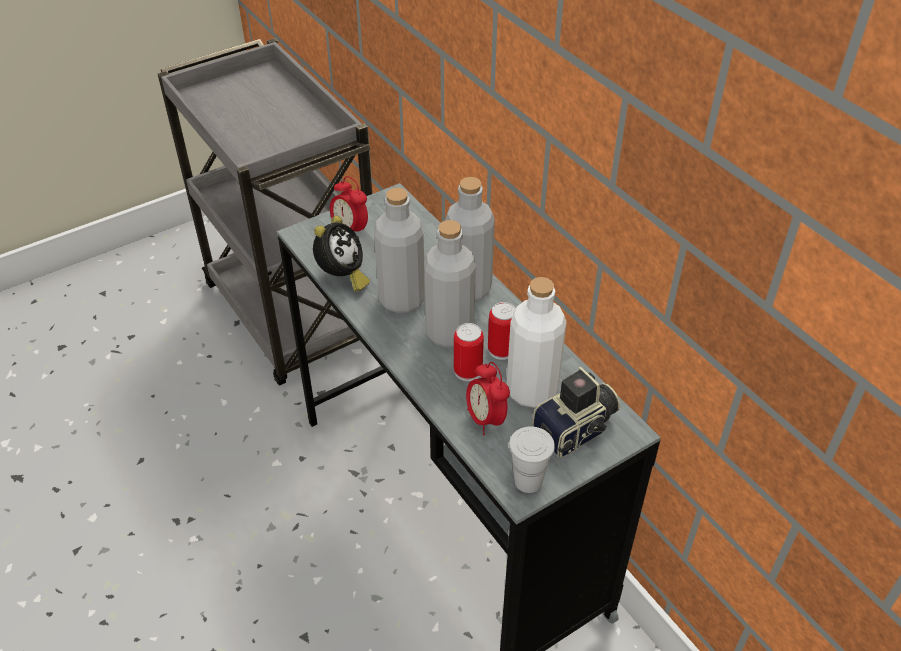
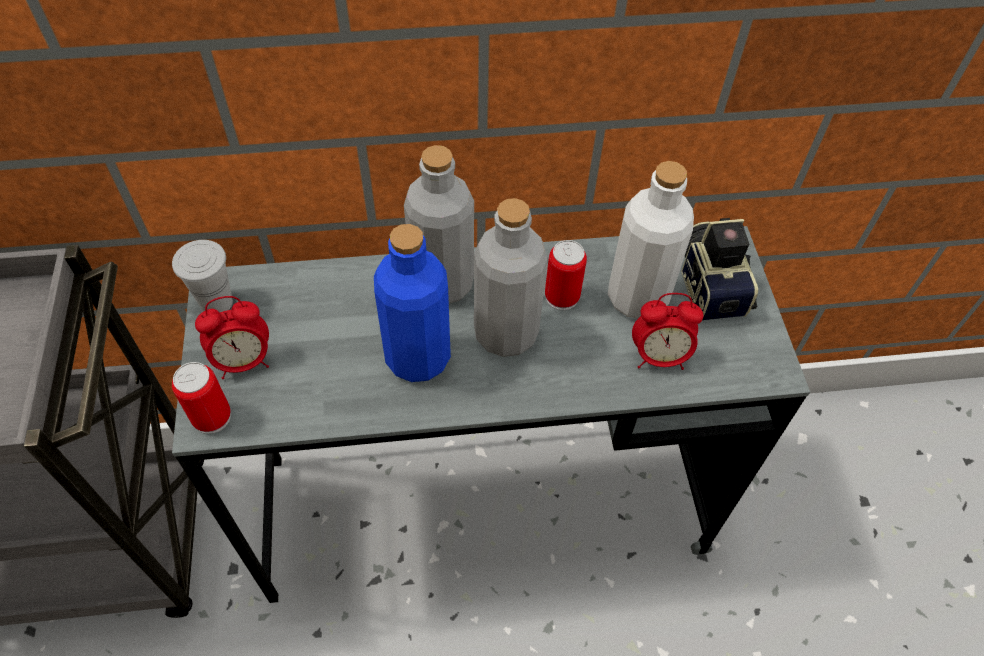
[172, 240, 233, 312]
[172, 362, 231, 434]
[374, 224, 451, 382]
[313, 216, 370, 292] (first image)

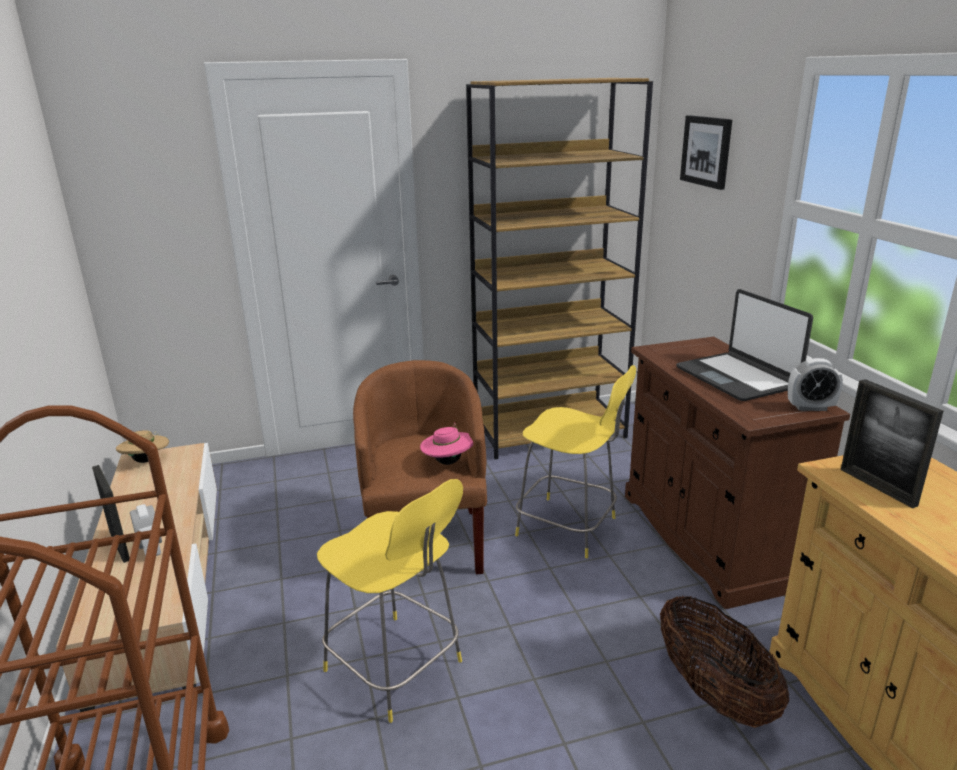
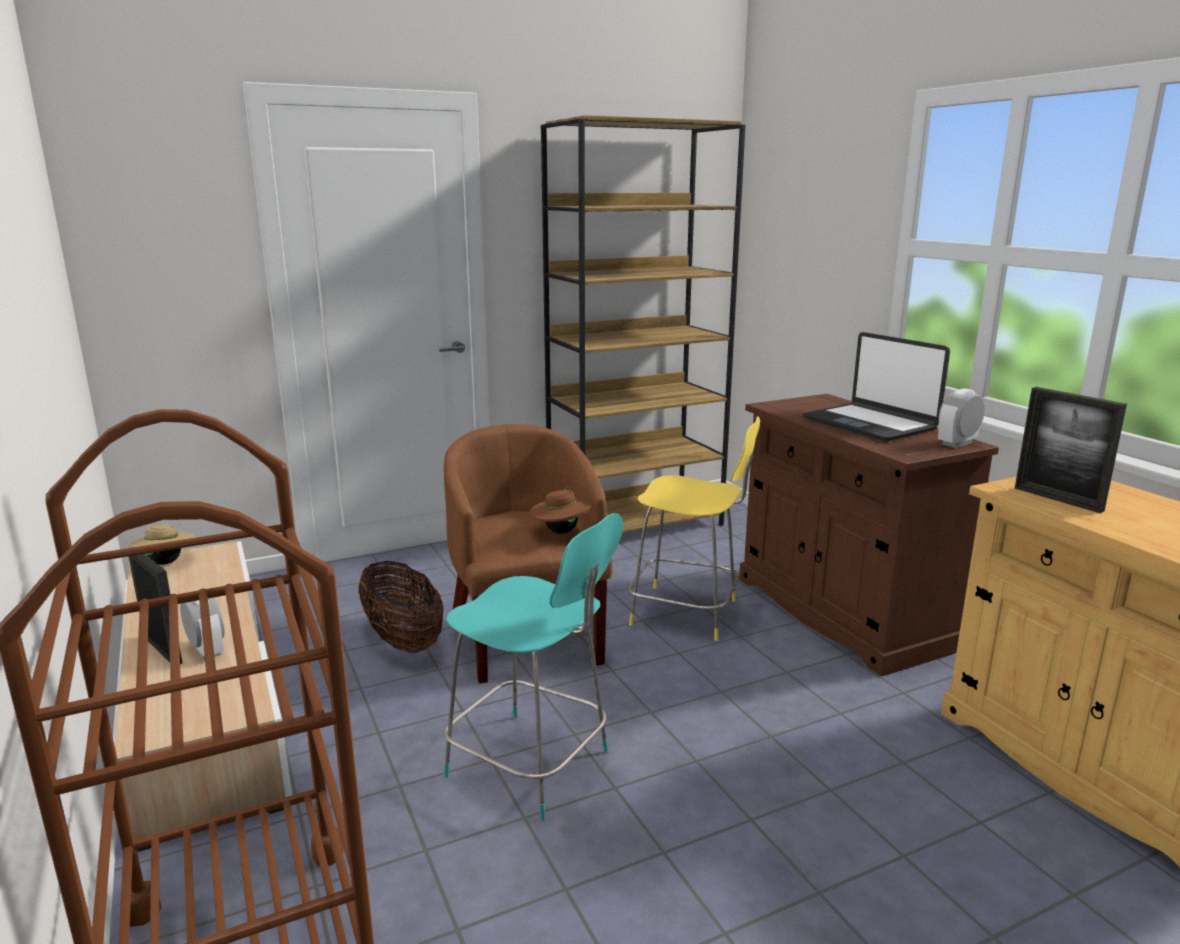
[358, 561, 443, 653]
[444, 513, 623, 821]
[530, 485, 593, 534]
[938, 388, 985, 448]
[680, 115, 732, 190] (first image)

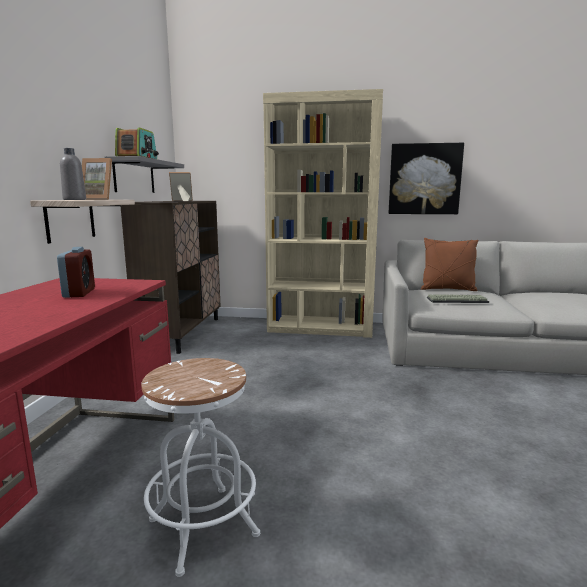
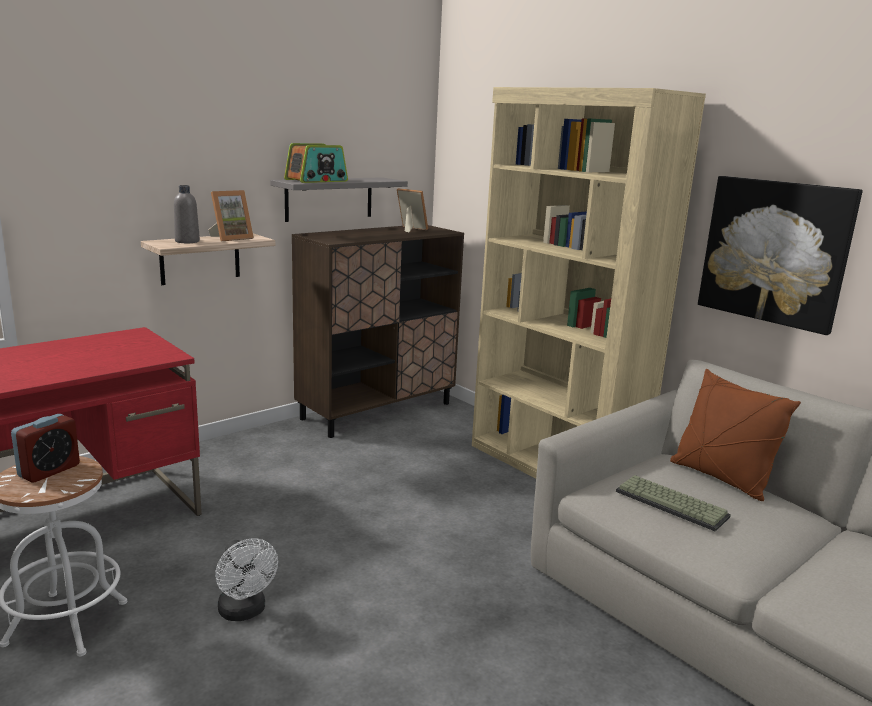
[11, 414, 80, 482]
[208, 190, 254, 241]
[215, 539, 278, 621]

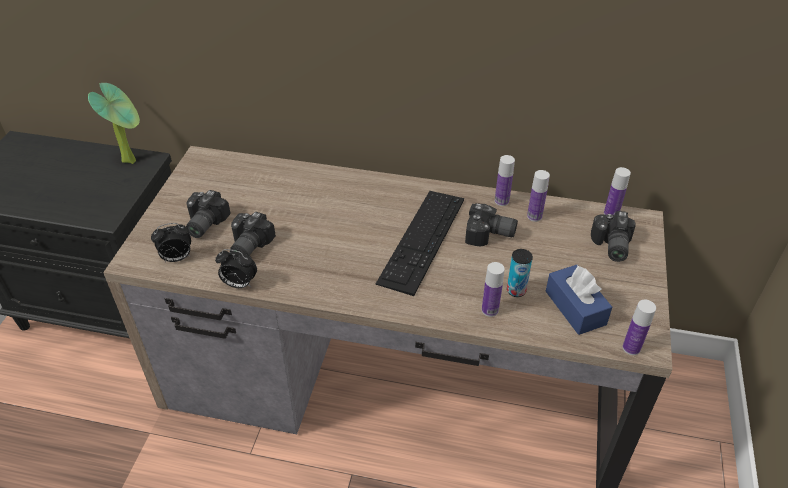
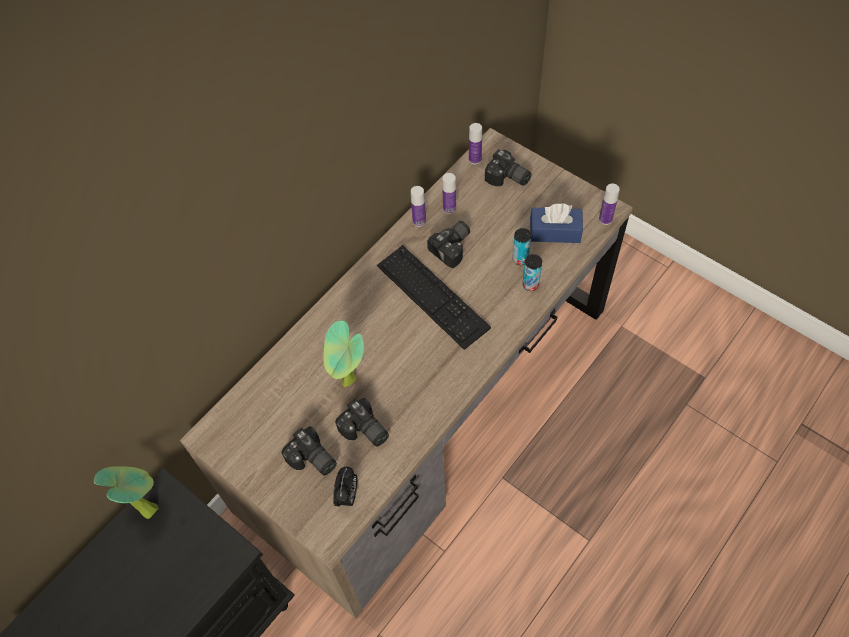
[323, 320, 364, 387]
[523, 254, 542, 291]
[215, 249, 257, 288] (first image)

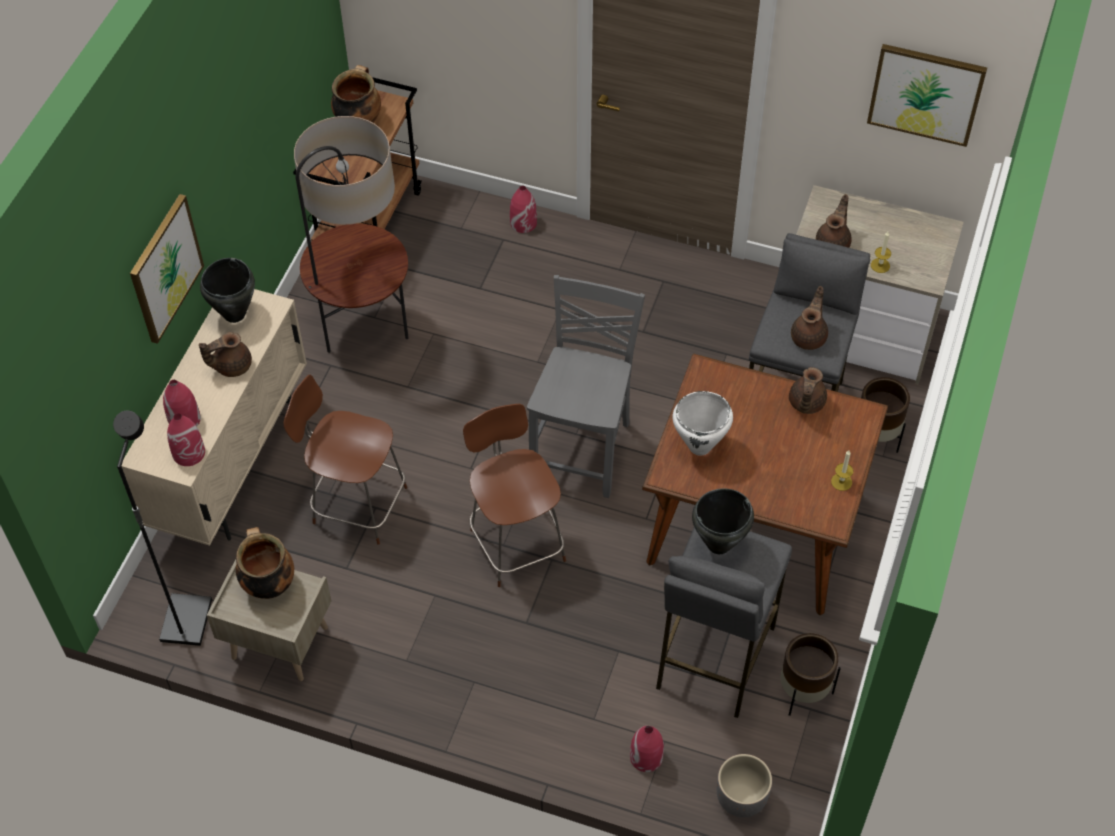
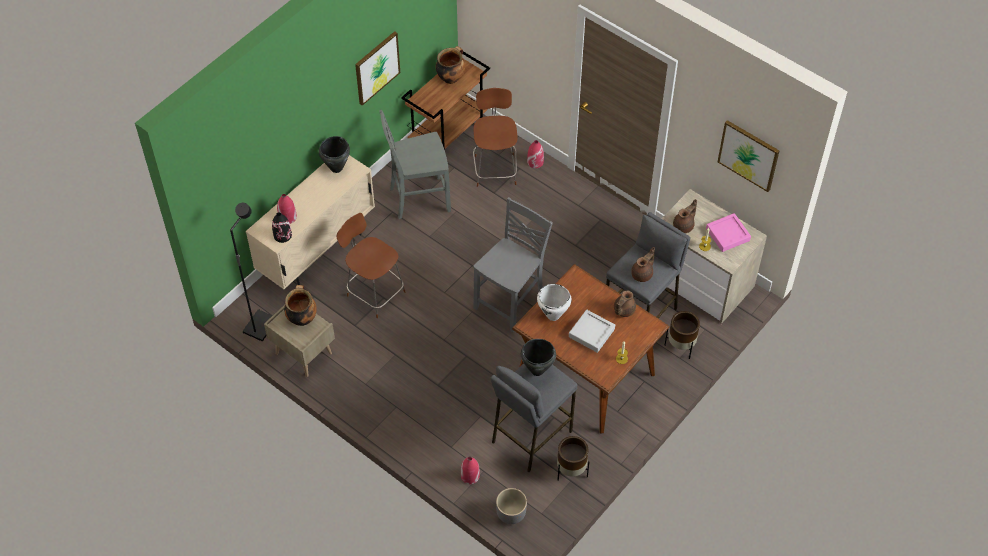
[272, 212, 292, 243]
[355, 31, 400, 106]
[379, 110, 451, 219]
[473, 88, 518, 187]
[569, 309, 615, 353]
[706, 213, 751, 252]
[199, 332, 252, 377] (first image)

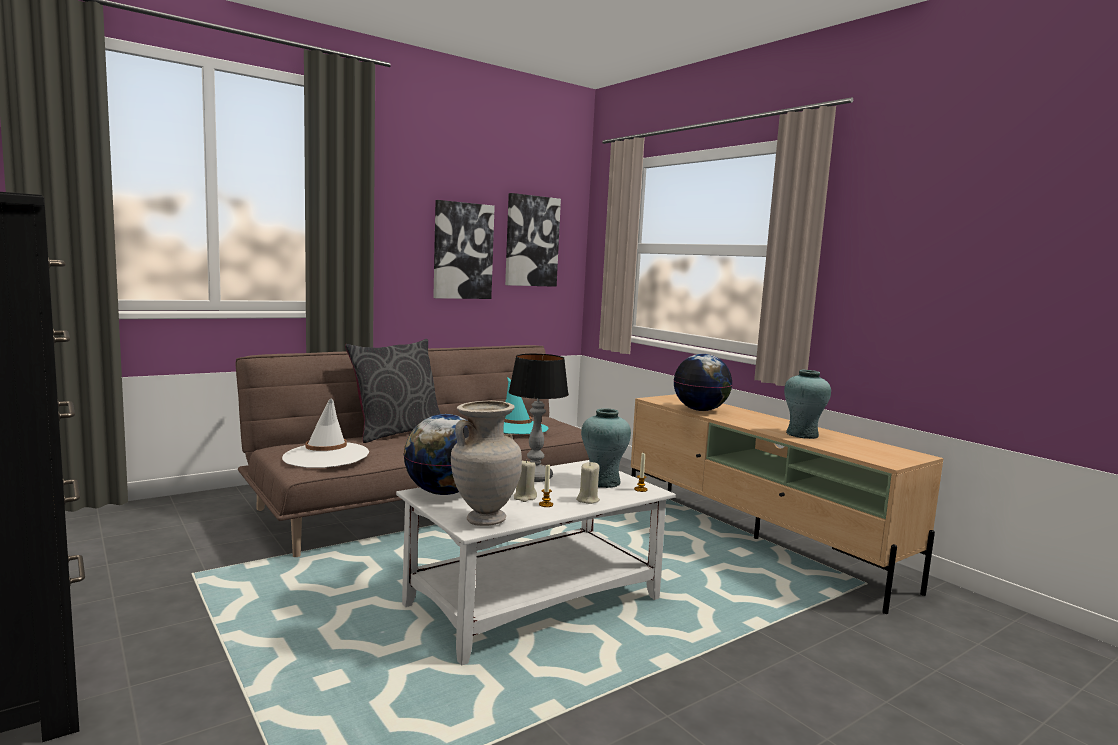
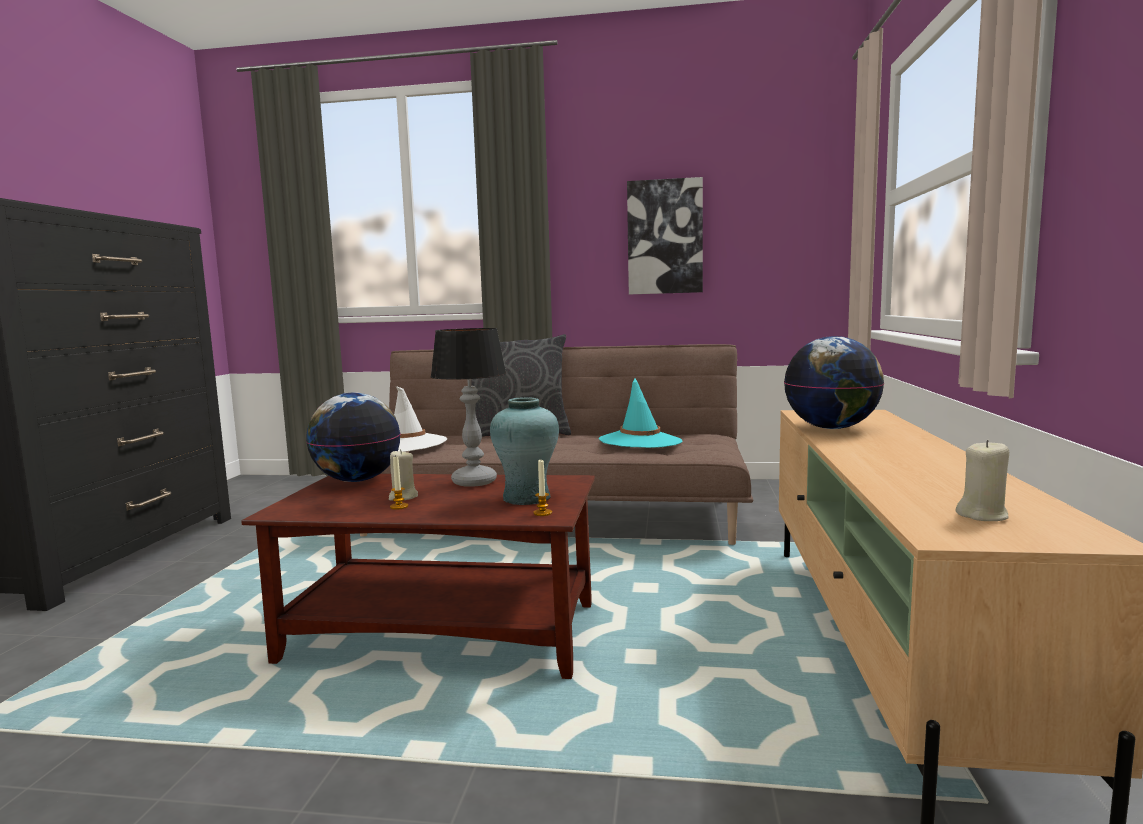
[241, 474, 595, 679]
[955, 440, 1009, 521]
[451, 401, 522, 526] (first image)
[505, 193, 561, 287] (first image)
[784, 370, 831, 439] (first image)

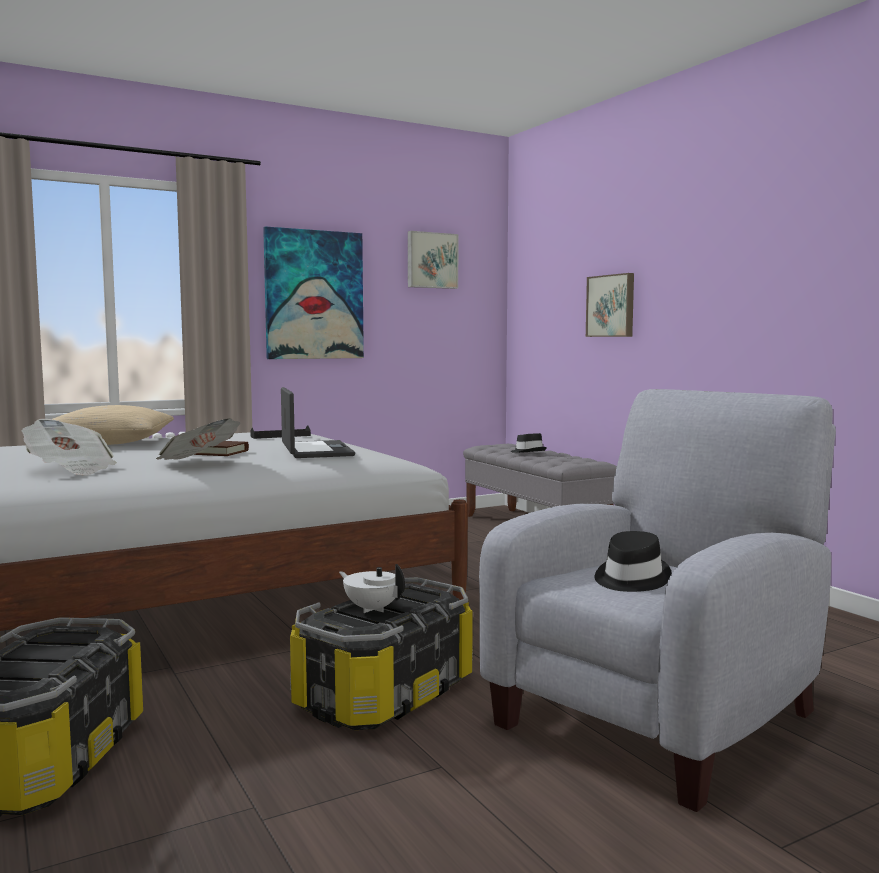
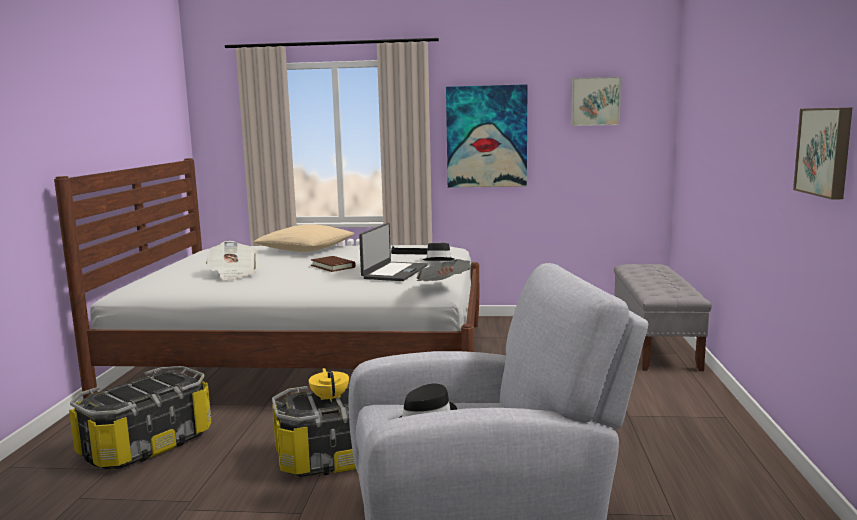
[309, 368, 349, 402]
[416, 259, 470, 281]
[422, 243, 455, 261]
[793, 108, 852, 199]

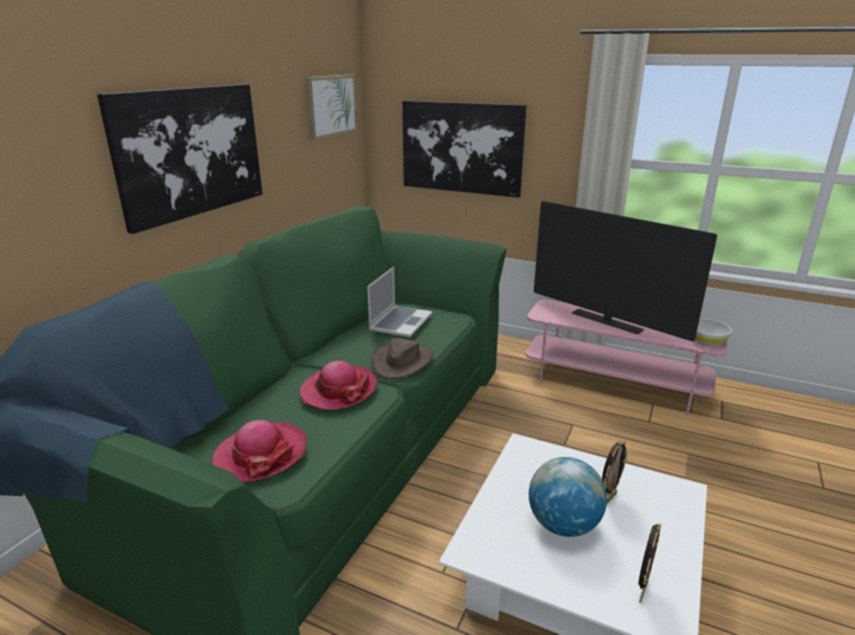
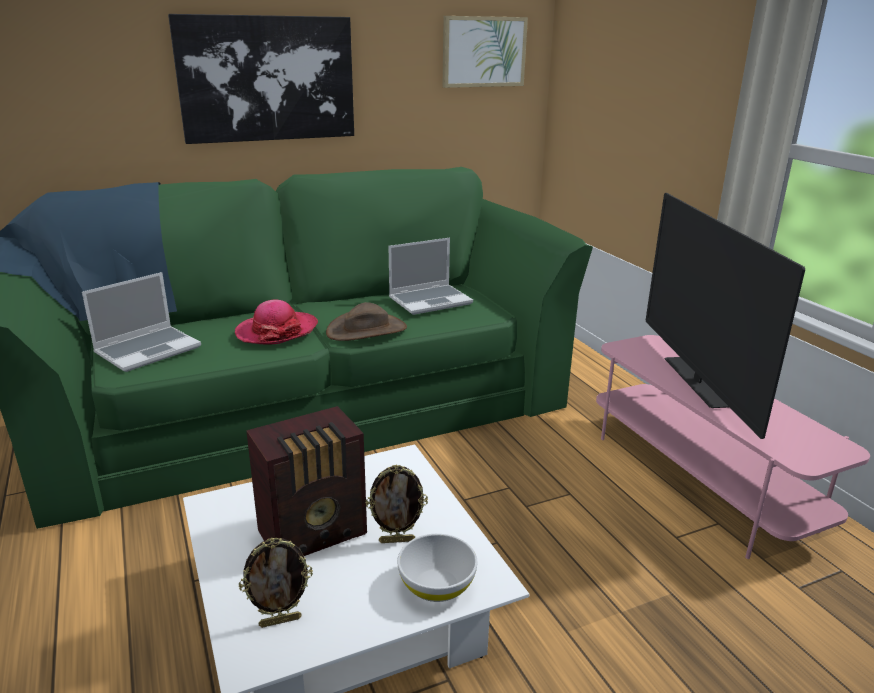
[82, 272, 201, 372]
[246, 406, 367, 556]
[397, 534, 477, 602]
[402, 101, 526, 198] (first image)

